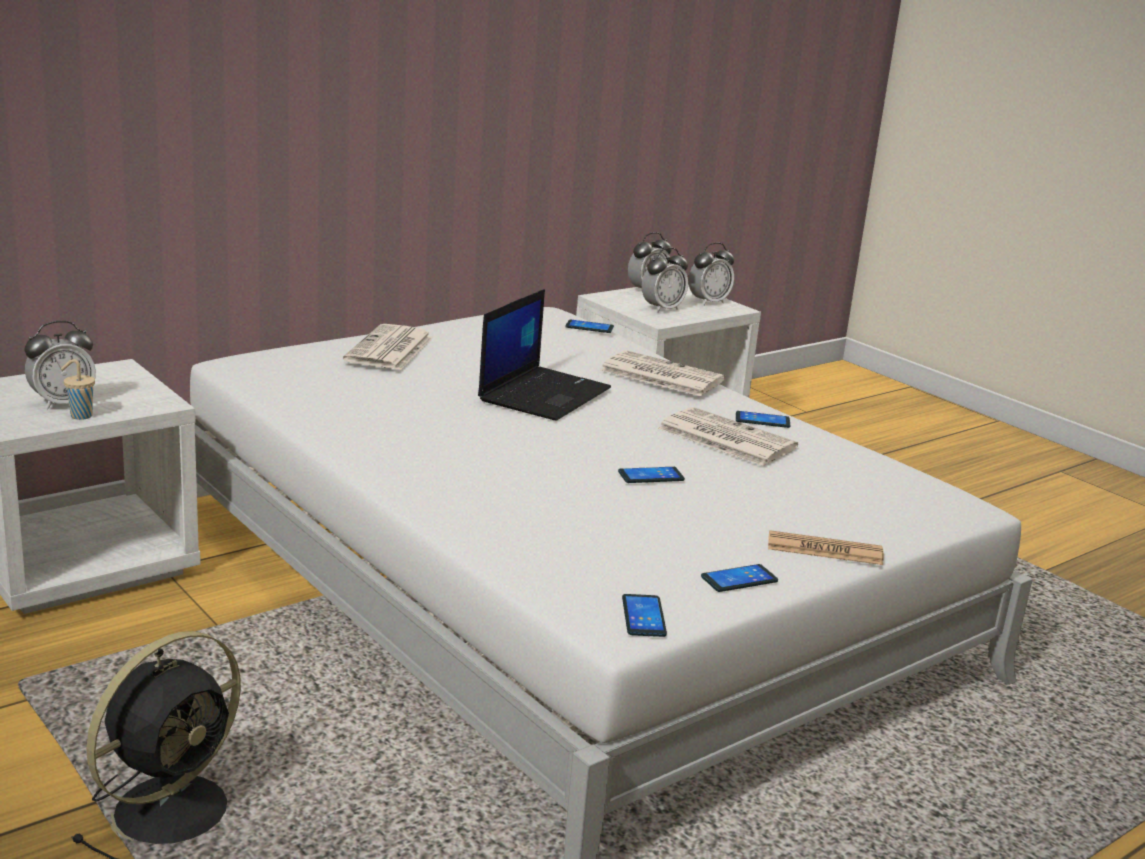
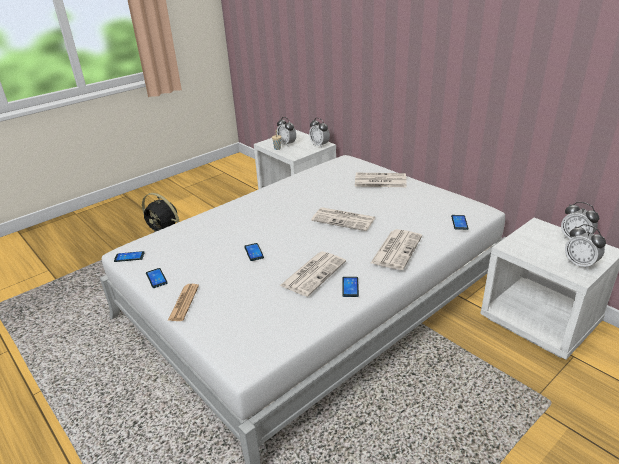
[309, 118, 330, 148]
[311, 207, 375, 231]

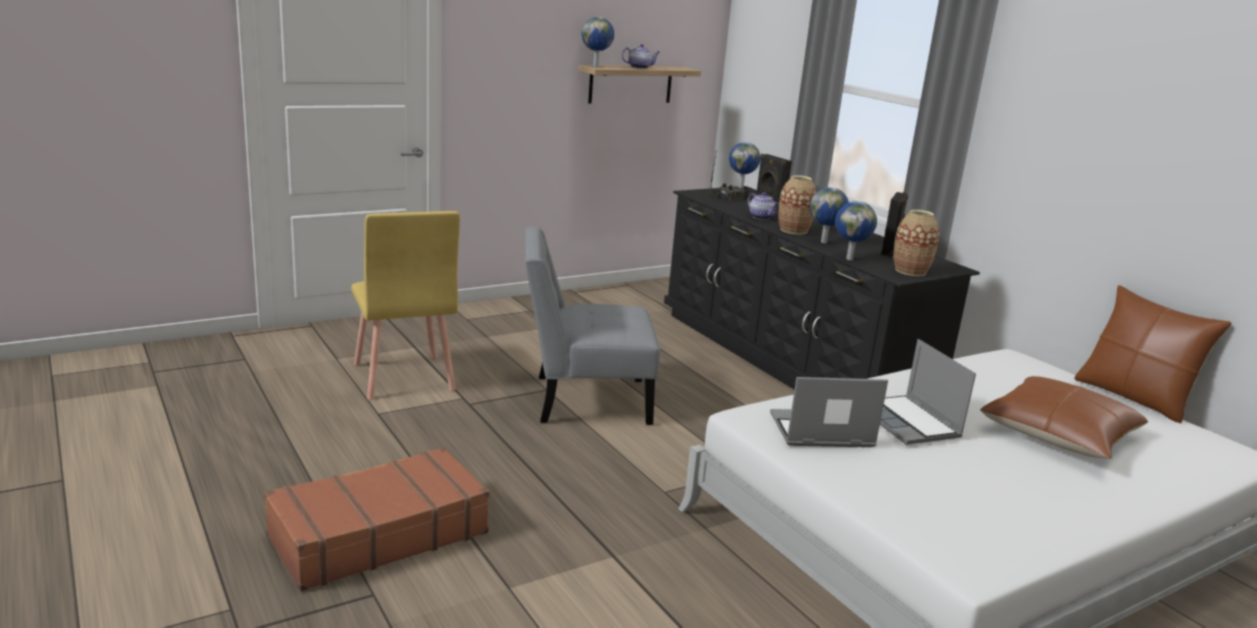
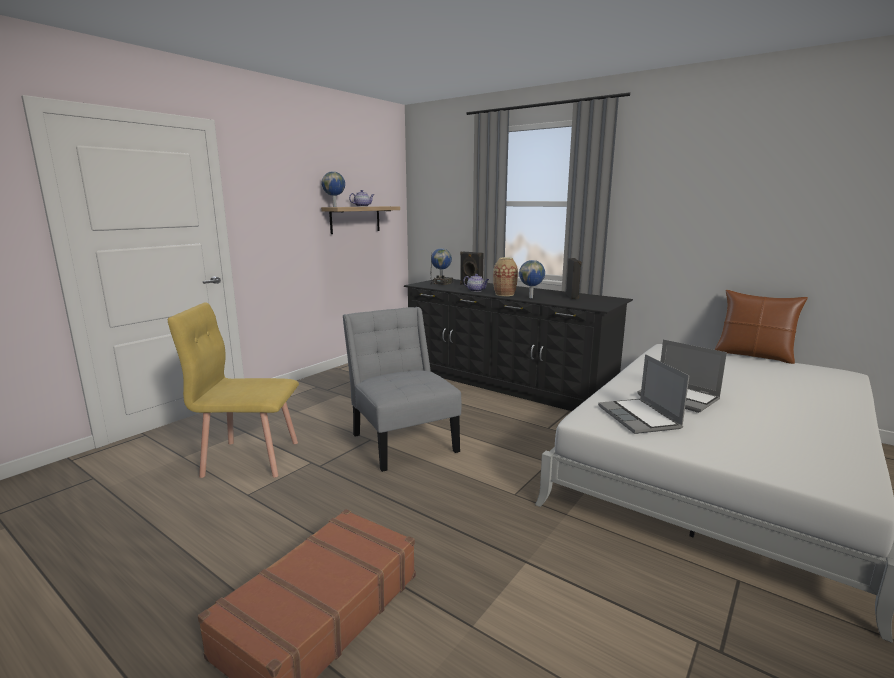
[168, 303, 299, 478]
[342, 307, 461, 472]
[598, 354, 689, 434]
[835, 201, 877, 260] (first image)
[894, 210, 939, 276] (first image)
[980, 376, 1148, 459] (first image)

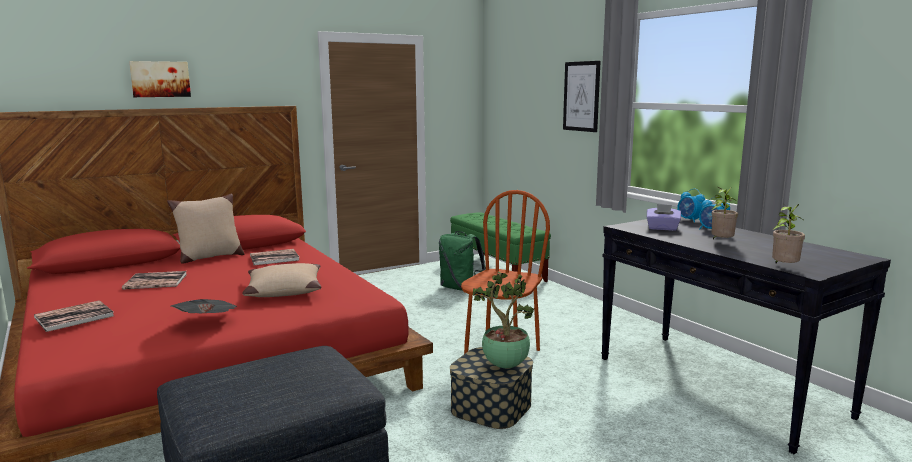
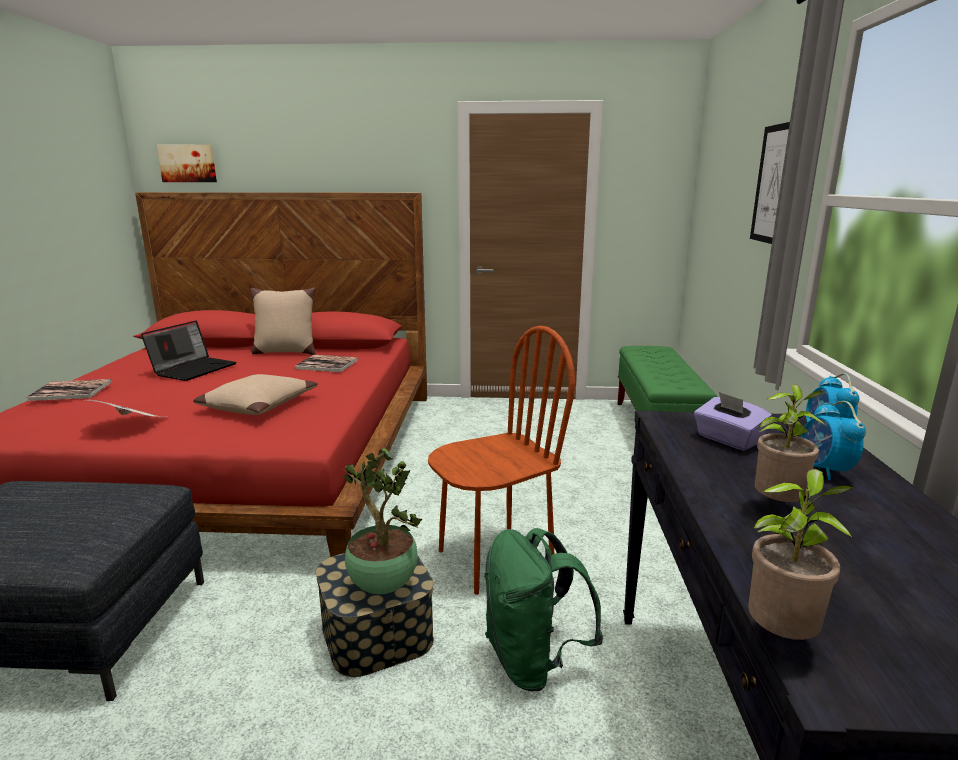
[141, 320, 237, 381]
[157, 145, 217, 182]
[484, 528, 603, 691]

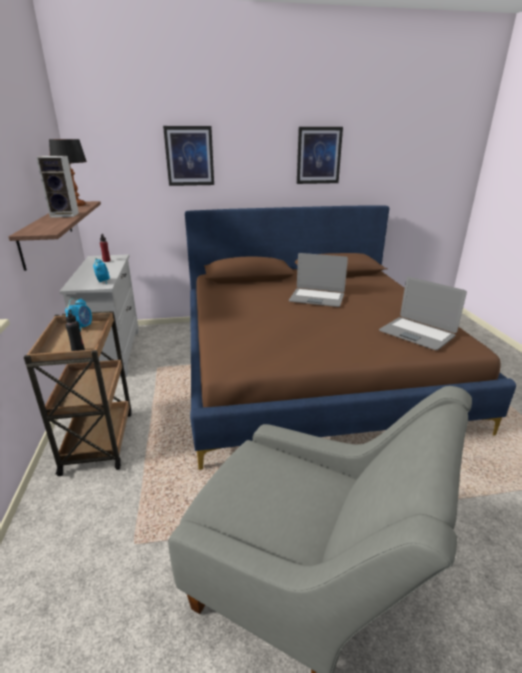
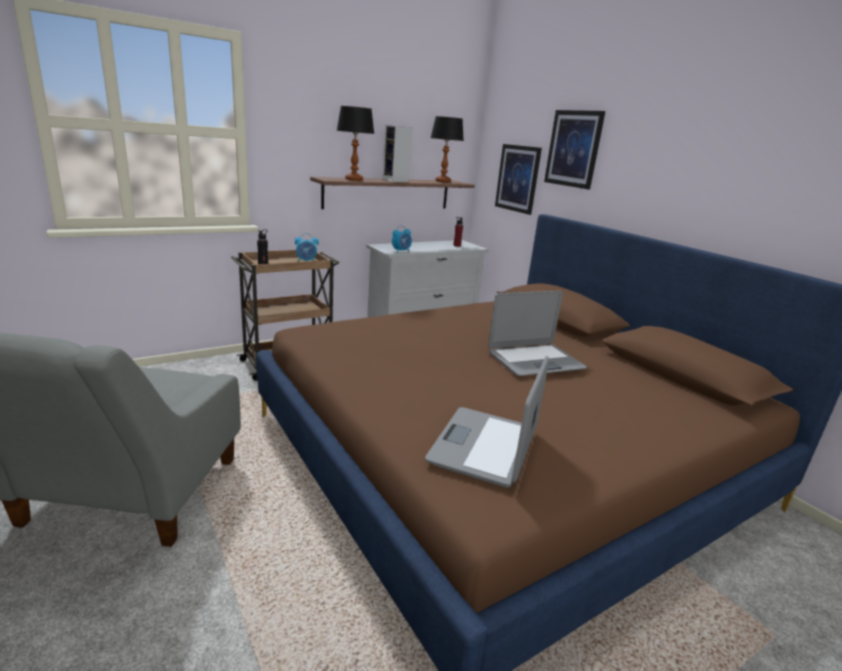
[336, 106, 374, 181]
[488, 291, 587, 376]
[495, 144, 542, 215]

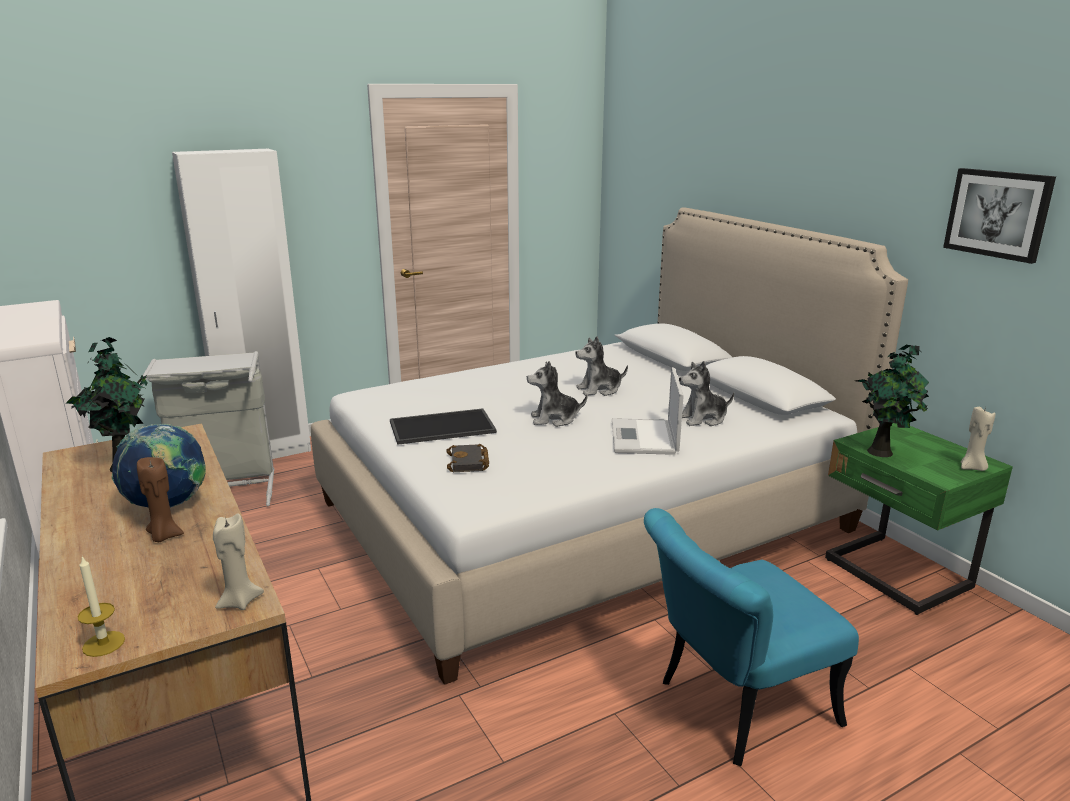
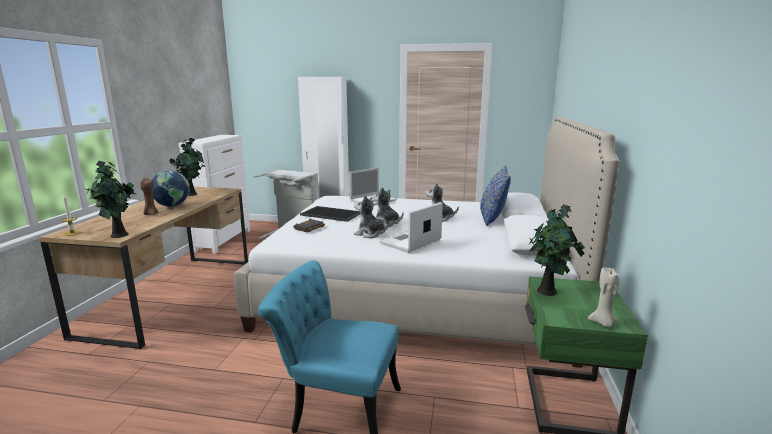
[85, 161, 136, 238]
[349, 167, 397, 205]
[354, 195, 390, 238]
[480, 165, 511, 226]
[943, 168, 1056, 264] (first image)

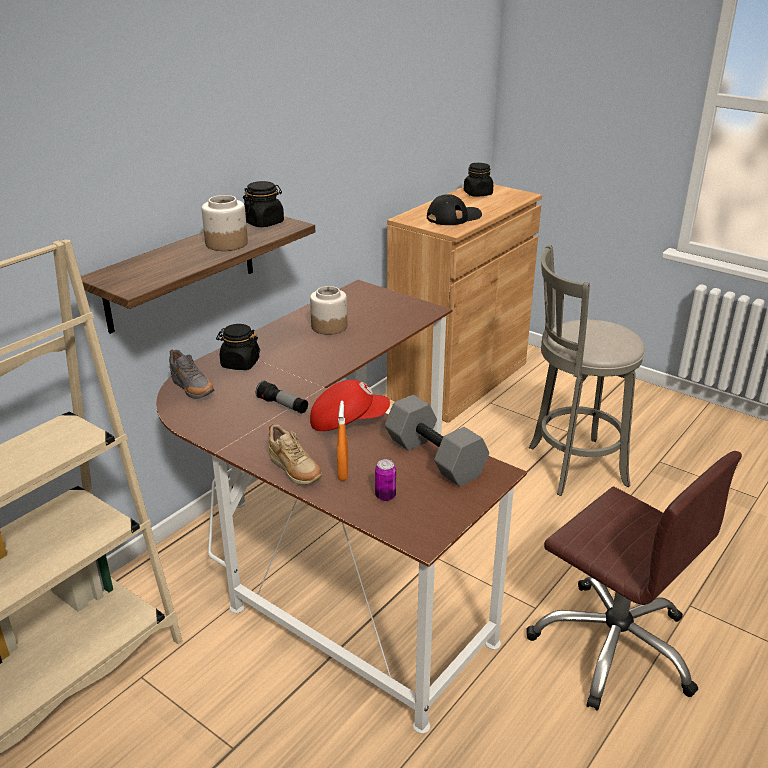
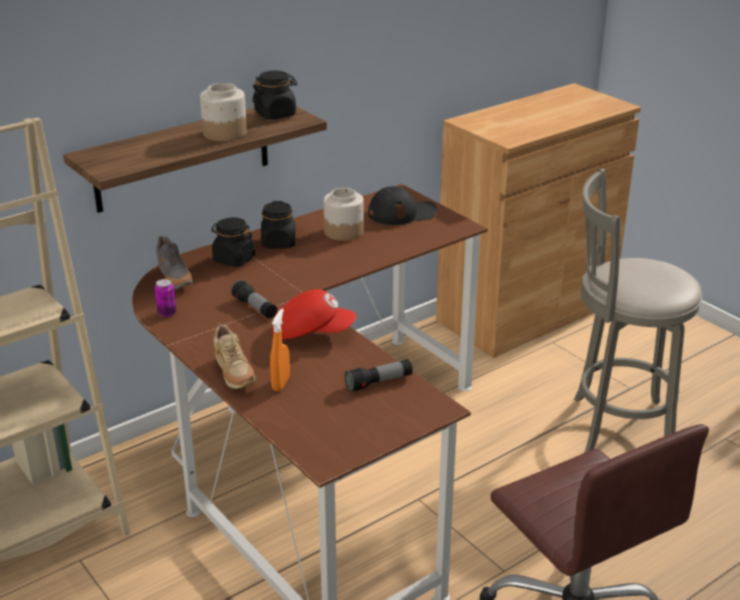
[155, 279, 176, 317]
[261, 201, 295, 249]
[345, 359, 413, 392]
[368, 186, 437, 225]

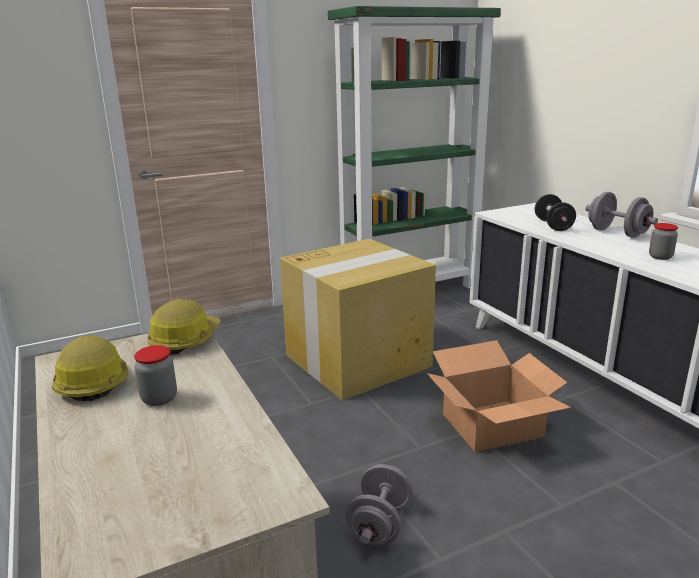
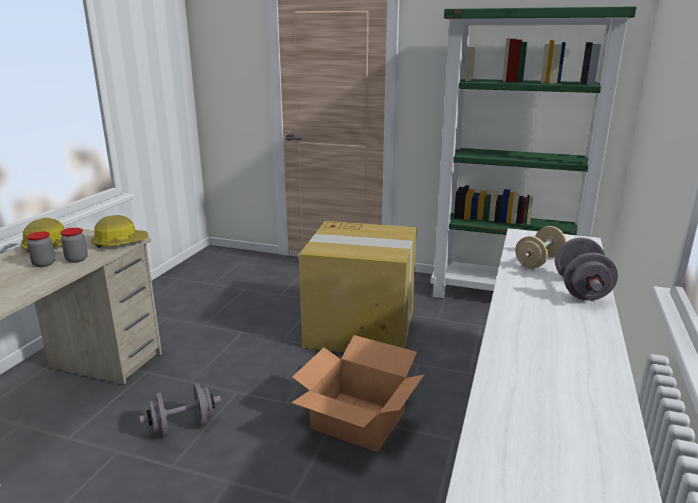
[60, 228, 88, 263]
[515, 226, 567, 269]

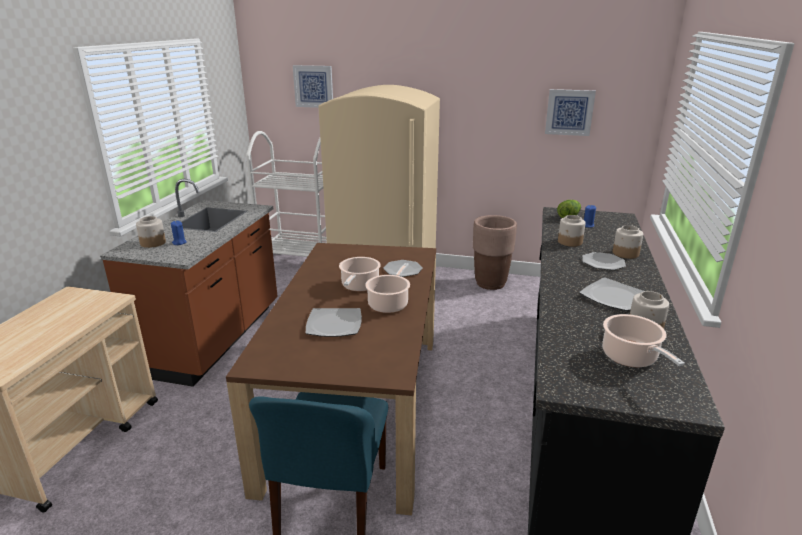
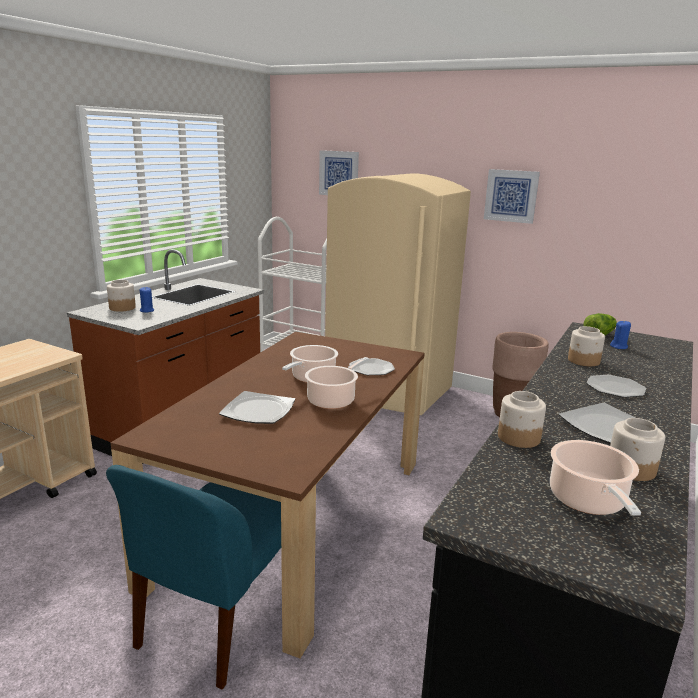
[484, 169, 540, 224]
[498, 391, 546, 448]

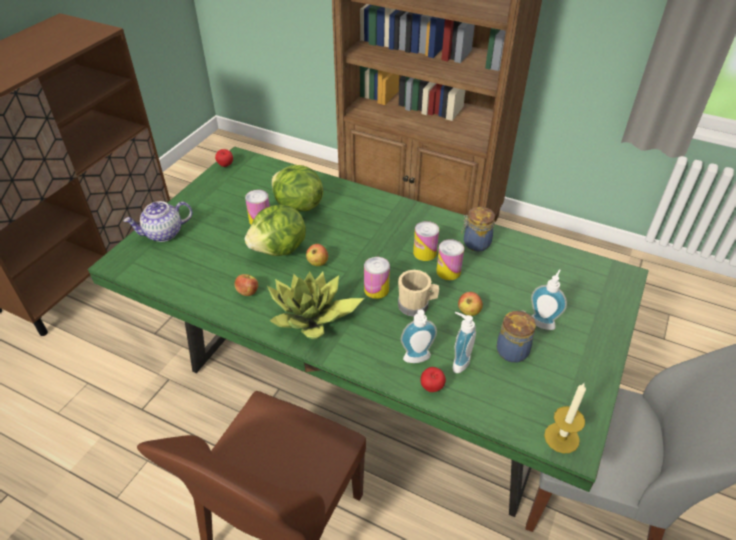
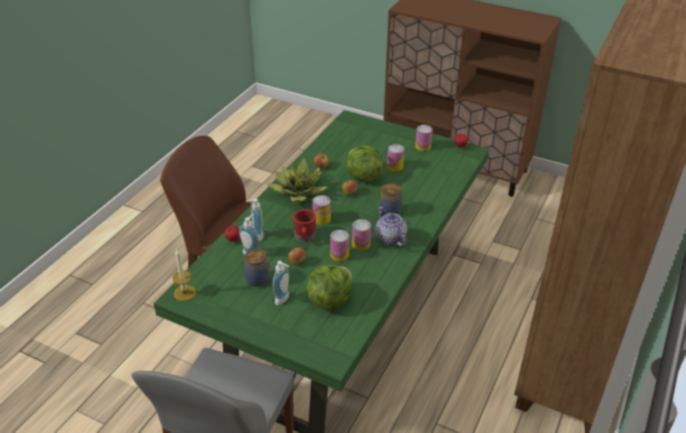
[293, 209, 316, 242]
[306, 265, 352, 310]
[376, 207, 407, 247]
[380, 183, 402, 215]
[415, 125, 433, 151]

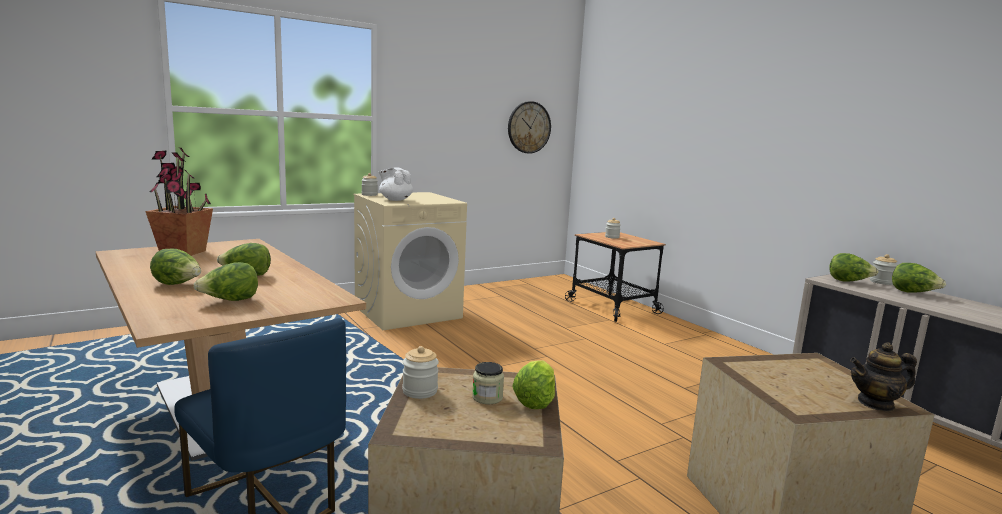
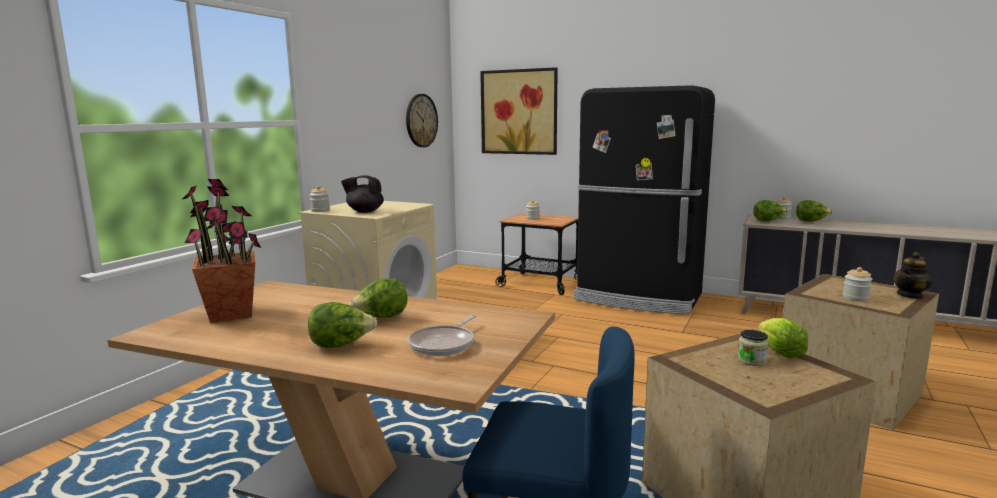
[341, 175, 384, 213]
[408, 315, 477, 356]
[480, 67, 558, 155]
[574, 85, 715, 315]
[843, 267, 873, 302]

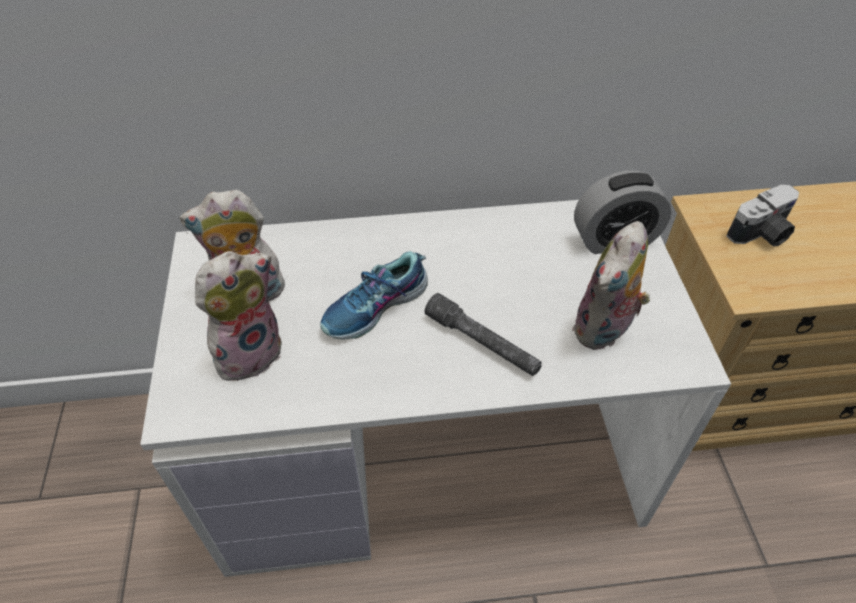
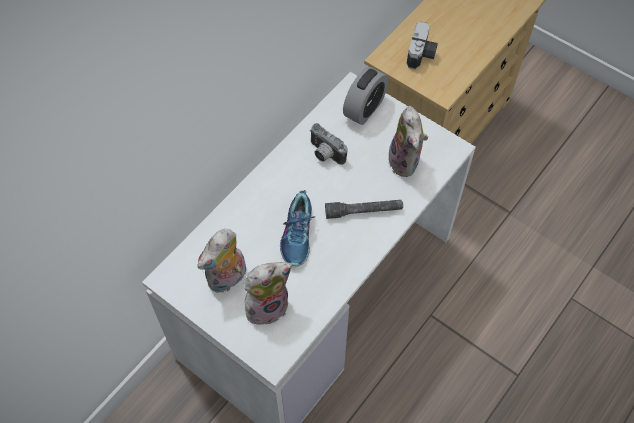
[244, 262, 292, 325]
[310, 123, 348, 165]

